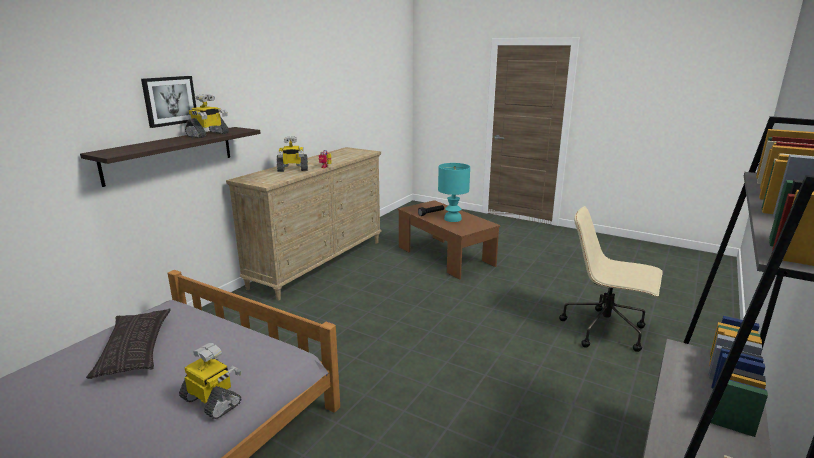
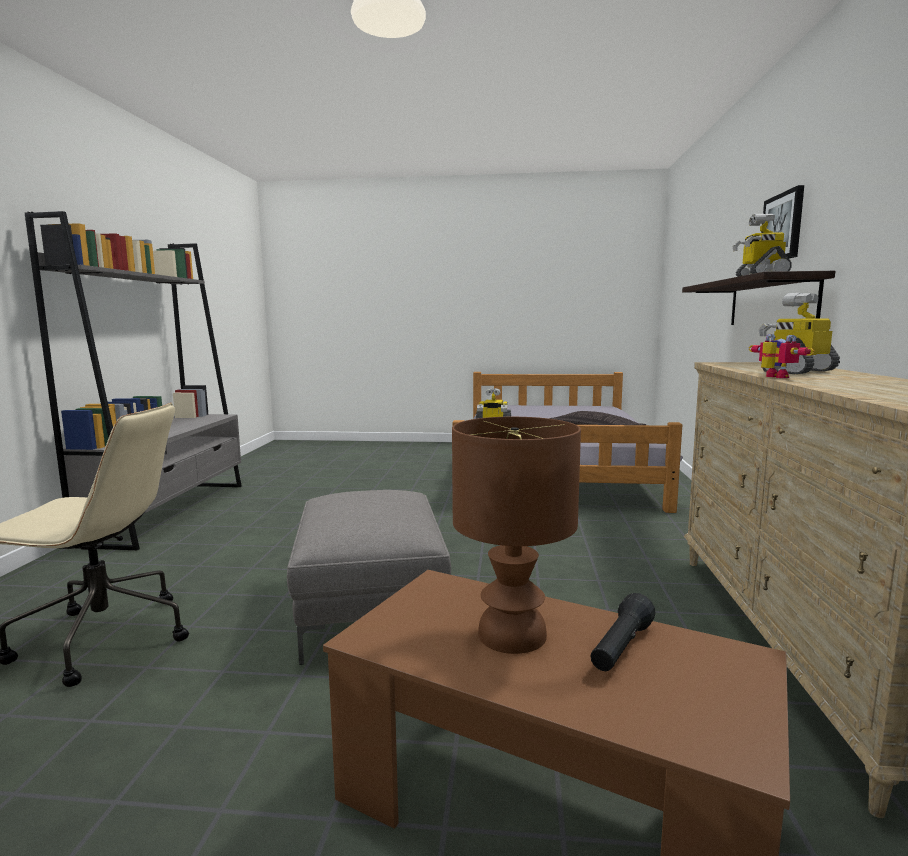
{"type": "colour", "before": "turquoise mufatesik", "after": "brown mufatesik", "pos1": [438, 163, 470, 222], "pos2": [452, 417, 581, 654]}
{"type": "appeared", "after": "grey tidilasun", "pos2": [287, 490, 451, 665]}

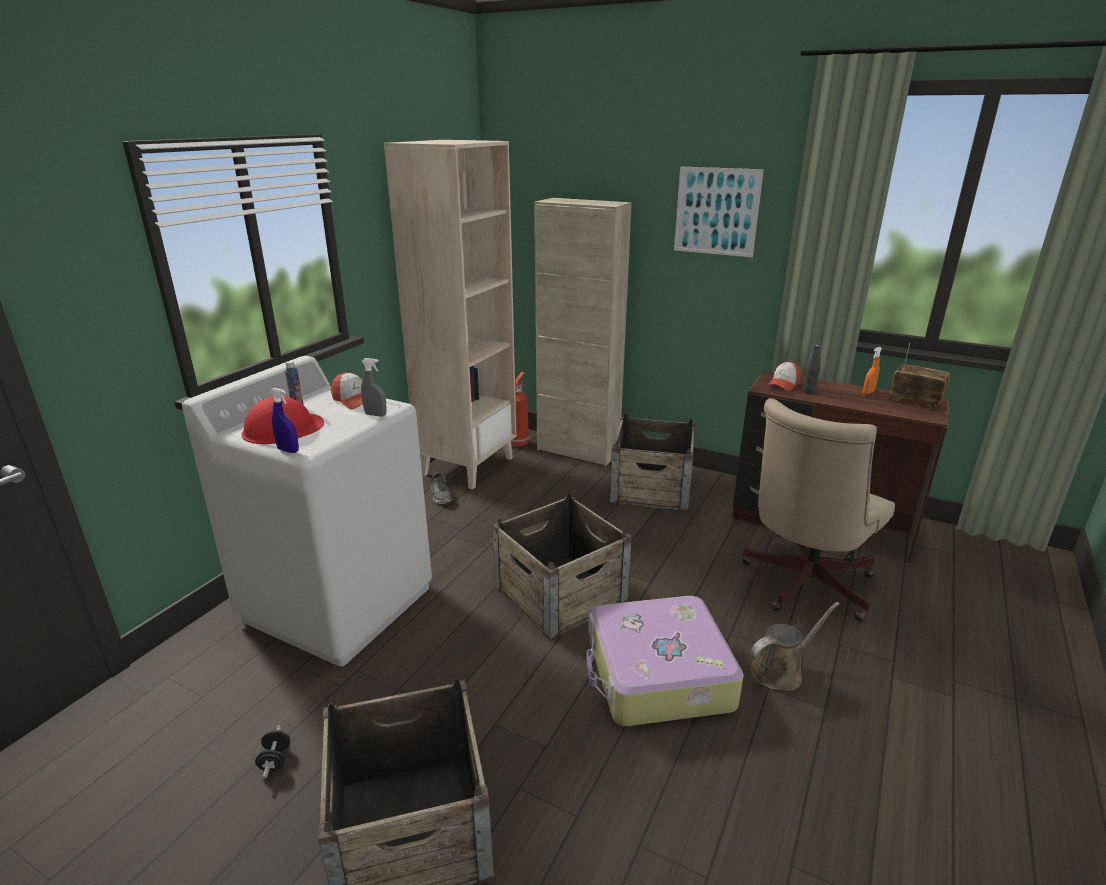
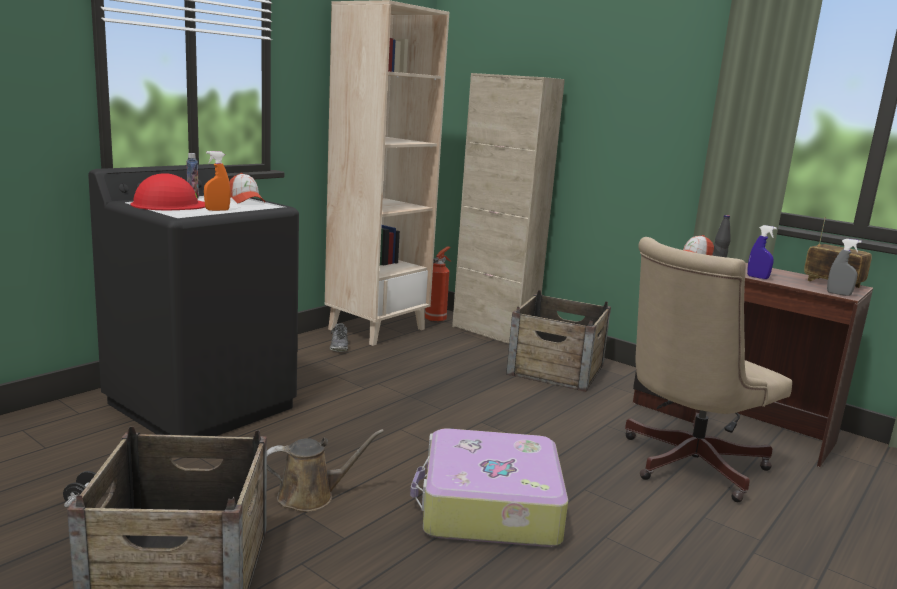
{"type": "colour", "before": "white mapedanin", "after": "black mapedanin", "pos1": [182, 356, 432, 667], "pos2": [88, 164, 299, 436]}
{"type": "relocated", "before": "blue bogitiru", "pos1": [270, 388, 299, 453], "pos2": [747, 225, 777, 279]}
{"type": "relocated", "before": "grey bogitiru", "pos1": [361, 358, 387, 417], "pos2": [827, 239, 862, 296]}
{"type": "missing", "before": "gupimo", "pos1": [492, 493, 632, 641]}
{"type": "missing", "before": "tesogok", "pos1": [674, 167, 764, 257]}
{"type": "relocated", "before": "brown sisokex", "pos1": [751, 602, 840, 691], "pos2": [267, 429, 384, 512]}
{"type": "relocated", "before": "orange bogitiru", "pos1": [863, 347, 882, 394], "pos2": [204, 151, 231, 211]}

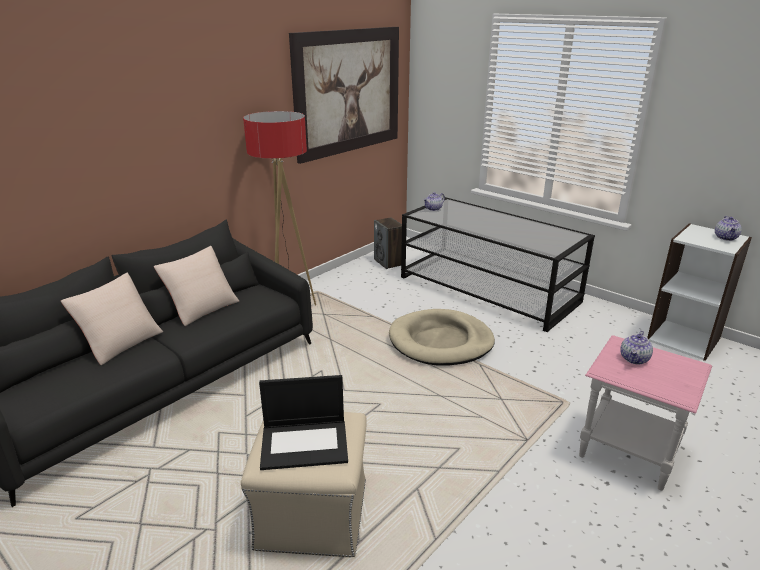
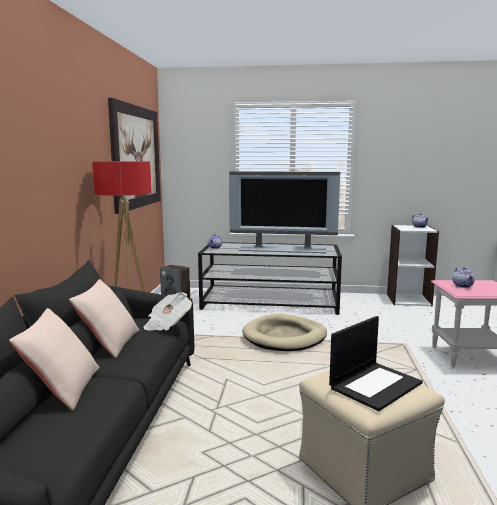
{"type": "appeared", "after": "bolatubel", "pos2": [143, 292, 192, 331]}
{"type": "appeared", "after": "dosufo", "pos2": [229, 171, 340, 253]}

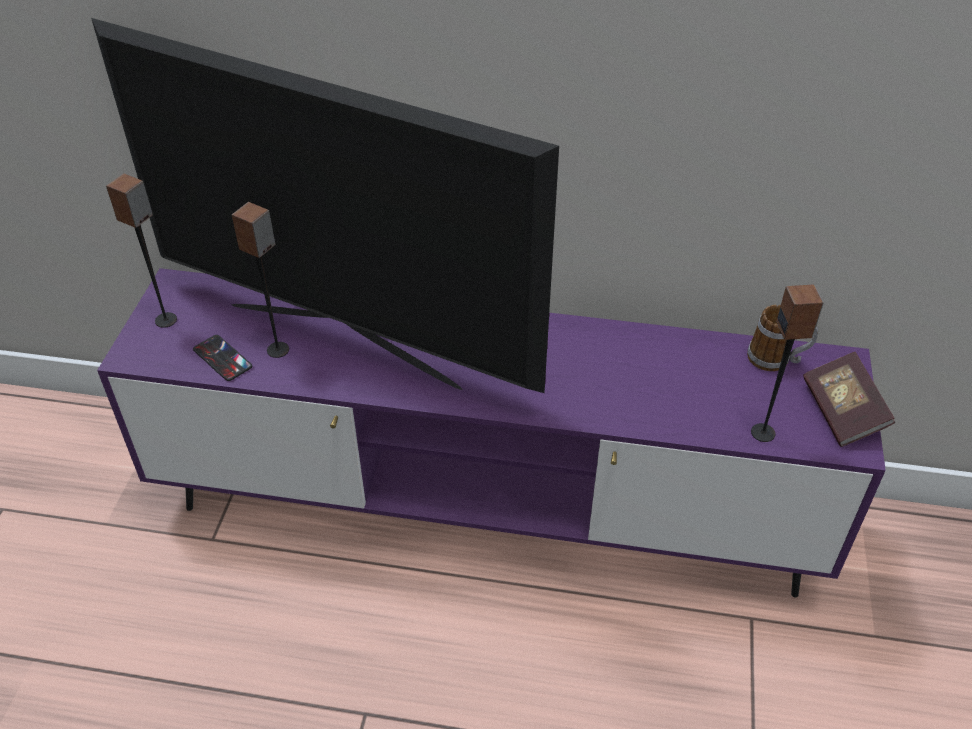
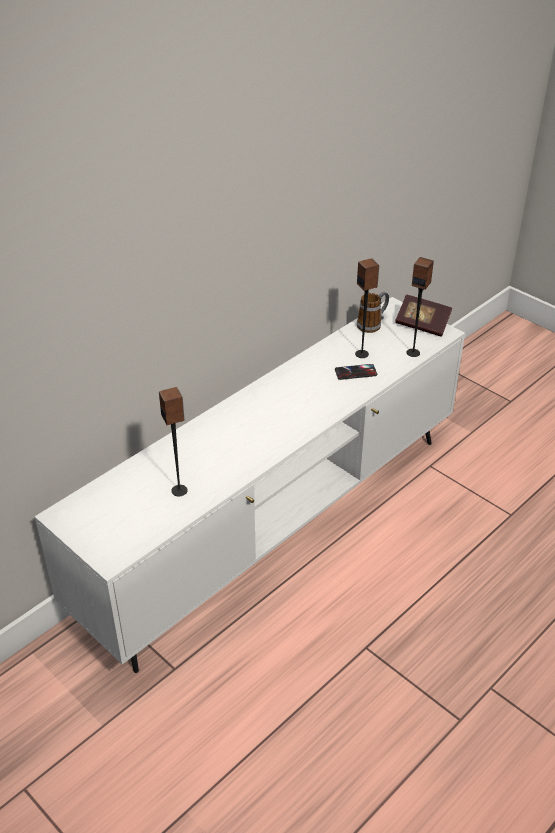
{"type": "missing", "before": "dosufo", "pos1": [91, 18, 559, 393]}
{"type": "colour", "before": "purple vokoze", "after": "white vokoze", "pos1": [97, 268, 886, 597], "pos2": [35, 297, 465, 673]}
{"type": "relocated", "before": "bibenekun", "pos1": [106, 173, 177, 328], "pos2": [355, 258, 379, 358]}
{"type": "relocated", "before": "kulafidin", "pos1": [193, 335, 252, 381], "pos2": [335, 364, 377, 380]}

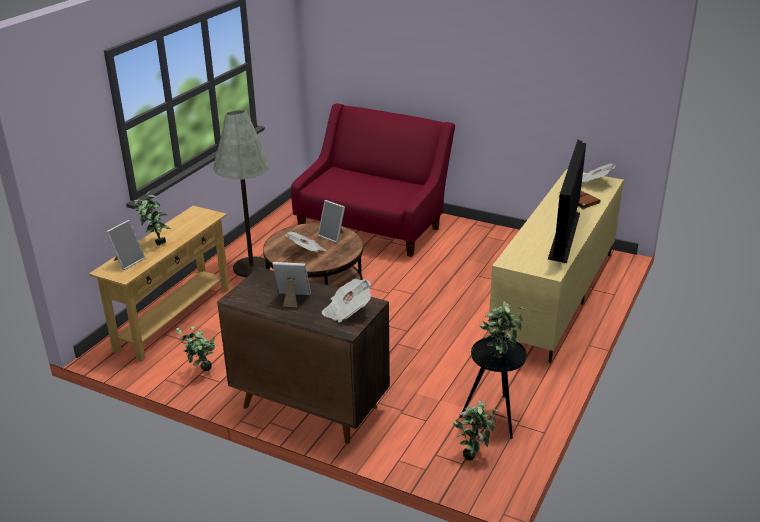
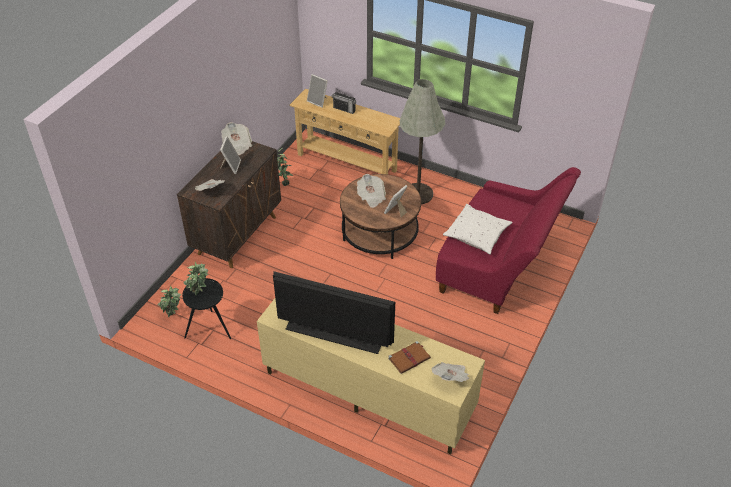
{"type": "exchanged", "before": "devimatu", "after": "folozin", "pos1": [134, 189, 171, 245], "pos2": [332, 89, 356, 114]}
{"type": "appeared", "after": "bolatubel", "pos2": [221, 122, 252, 155]}
{"type": "appeared", "after": "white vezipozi", "pos2": [443, 204, 513, 255]}

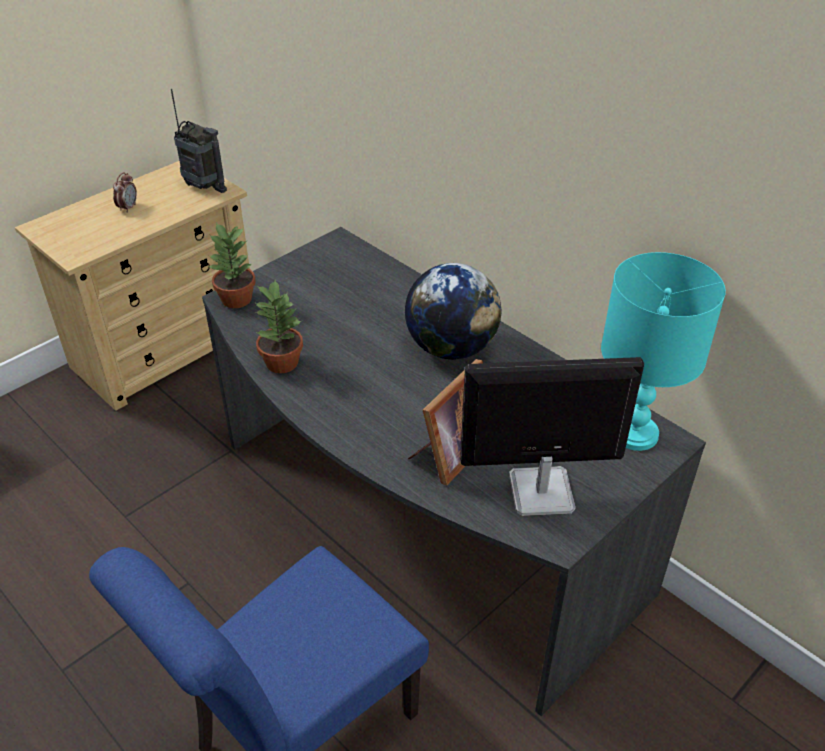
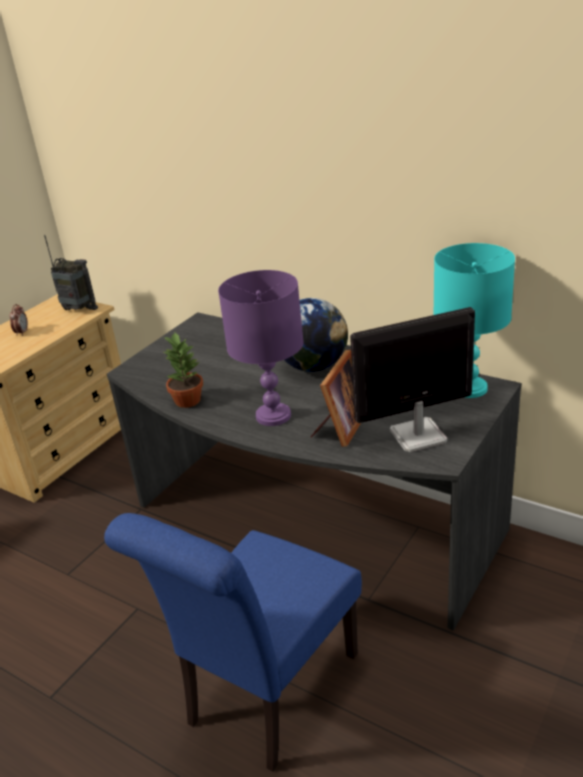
{"type": "missing", "before": "devimatu", "pos1": [207, 223, 256, 308]}
{"type": "appeared", "after": "purple mufatesik", "pos2": [218, 270, 304, 426]}

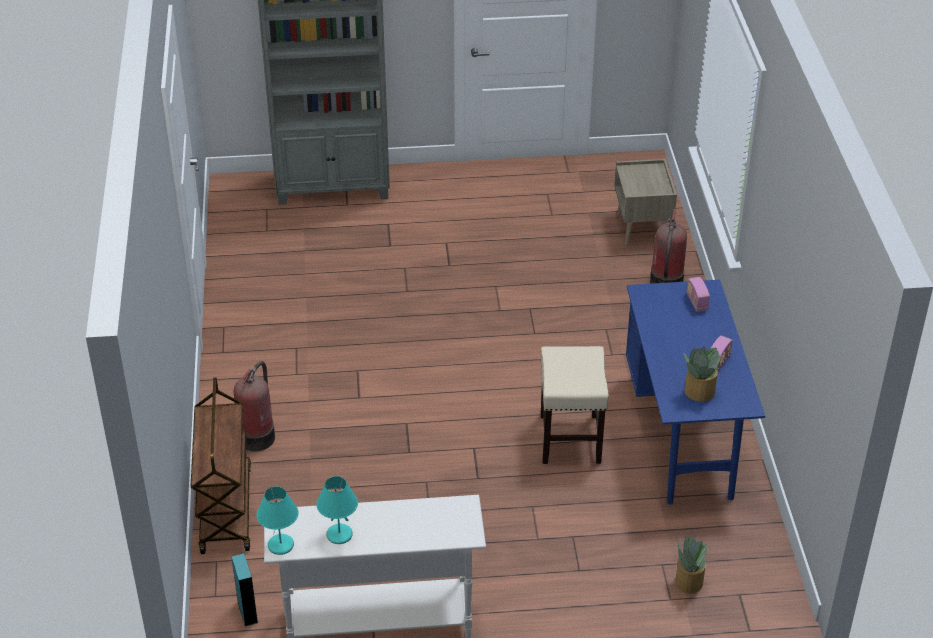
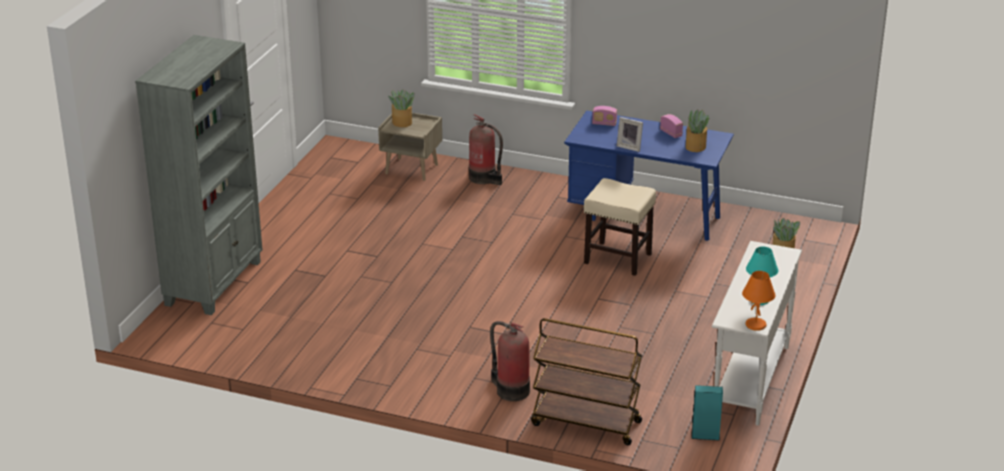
{"type": "colour", "before": "turquoise mufatesik", "after": "orange mufatesik", "pos1": [256, 486, 299, 555], "pos2": [742, 271, 775, 331]}
{"type": "appeared", "after": "devimatu", "pos2": [388, 89, 415, 127]}
{"type": "appeared", "after": "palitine", "pos2": [617, 117, 643, 152]}

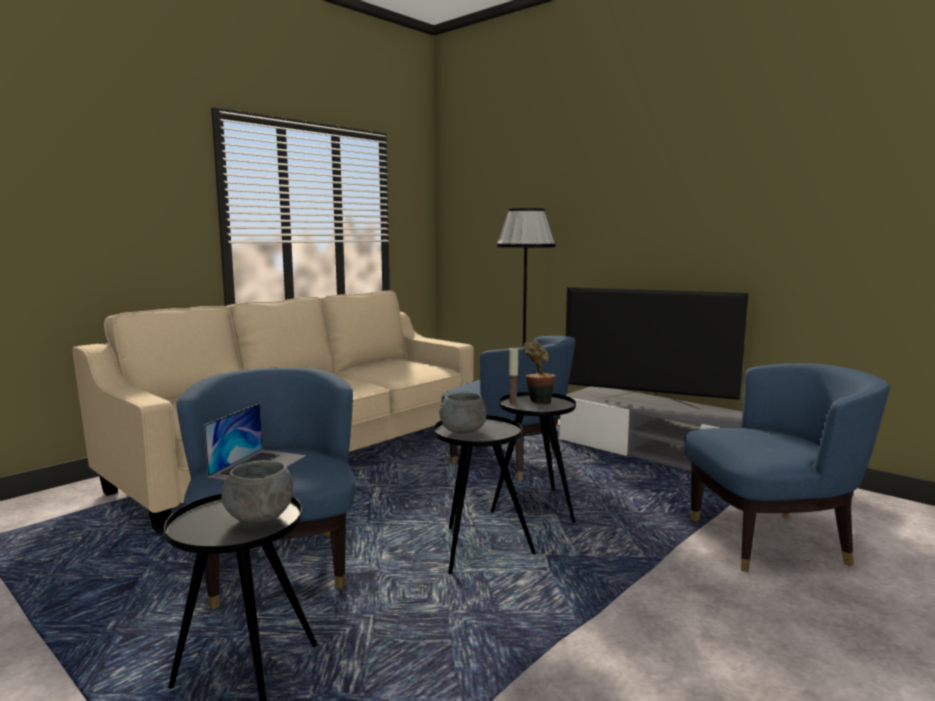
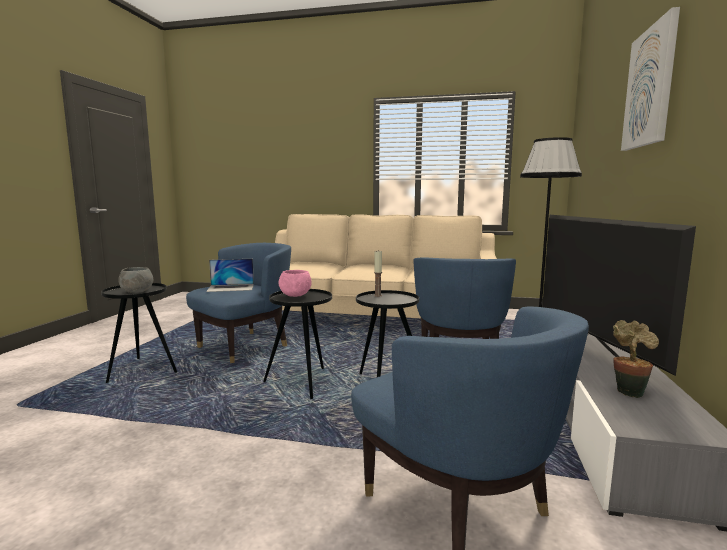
{"type": "colour", "before": "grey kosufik", "after": "pink kosufik", "pos1": [440, 392, 487, 433], "pos2": [278, 270, 311, 297]}
{"type": "relocated", "before": "devimatu", "pos1": [523, 341, 555, 405], "pos2": [613, 320, 659, 398]}
{"type": "appeared", "after": "tesogok", "pos2": [621, 7, 680, 151]}

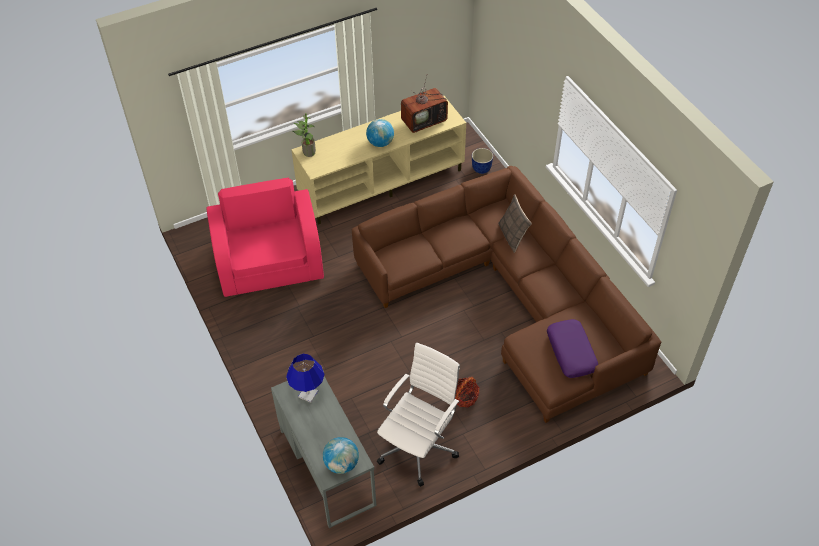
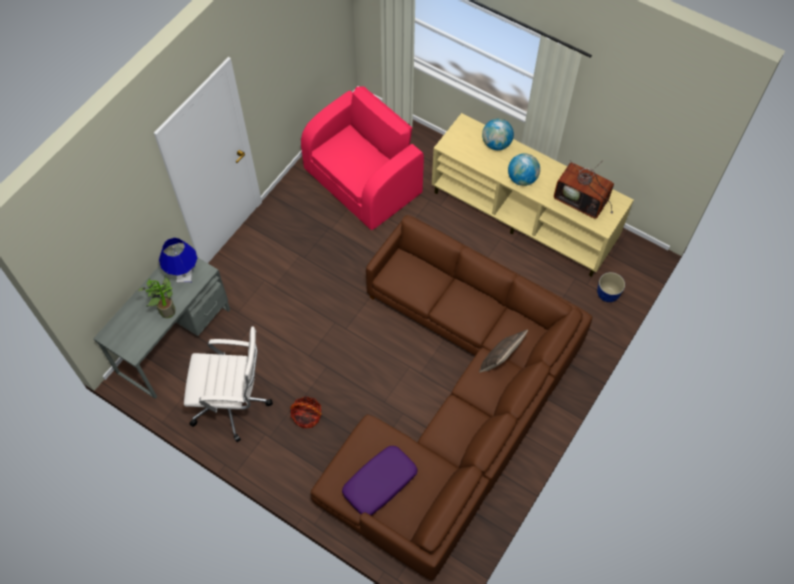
{"type": "relocated", "before": "devimatu", "pos1": [293, 113, 316, 157], "pos2": [137, 275, 175, 318]}
{"type": "relocated", "before": "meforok", "pos1": [323, 437, 359, 474], "pos2": [482, 119, 514, 150]}

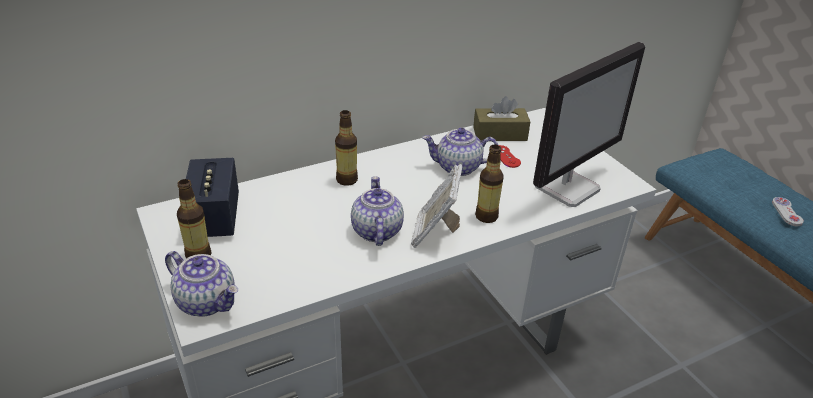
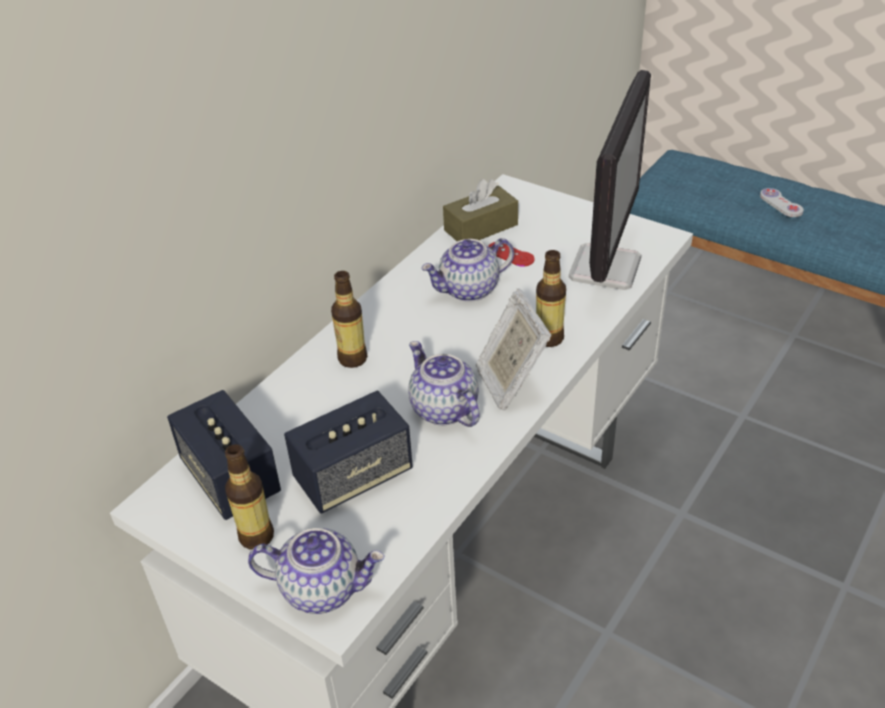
{"type": "appeared", "after": "bibenekun", "pos2": [284, 391, 413, 513]}

